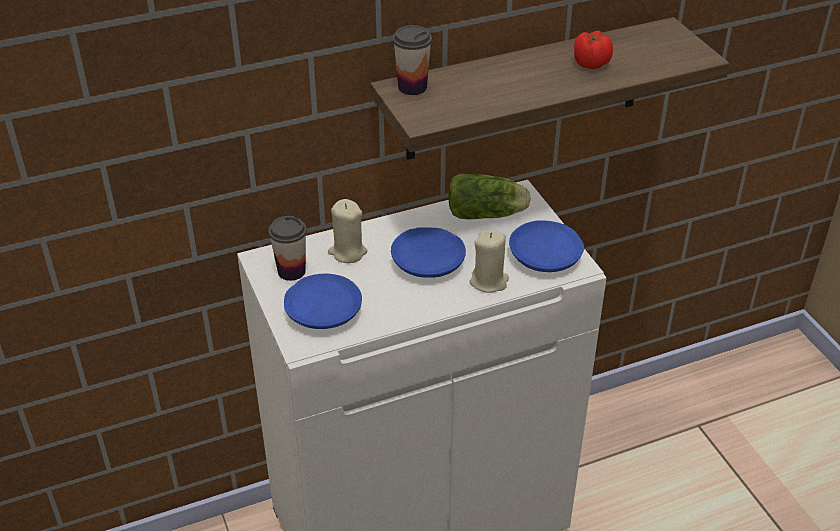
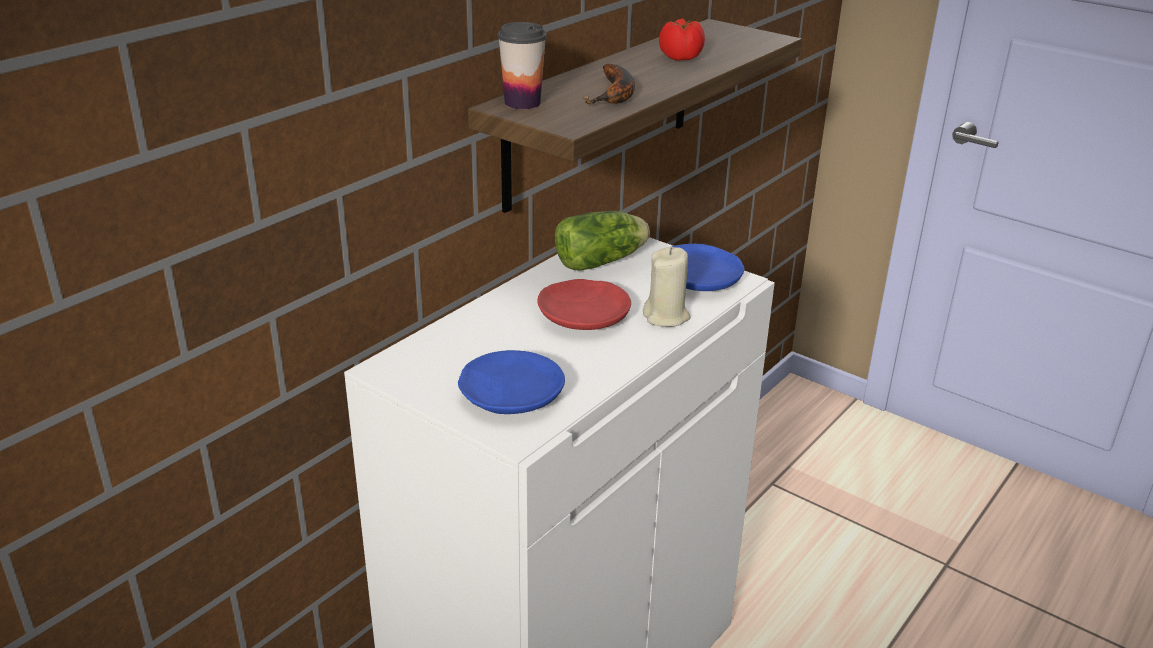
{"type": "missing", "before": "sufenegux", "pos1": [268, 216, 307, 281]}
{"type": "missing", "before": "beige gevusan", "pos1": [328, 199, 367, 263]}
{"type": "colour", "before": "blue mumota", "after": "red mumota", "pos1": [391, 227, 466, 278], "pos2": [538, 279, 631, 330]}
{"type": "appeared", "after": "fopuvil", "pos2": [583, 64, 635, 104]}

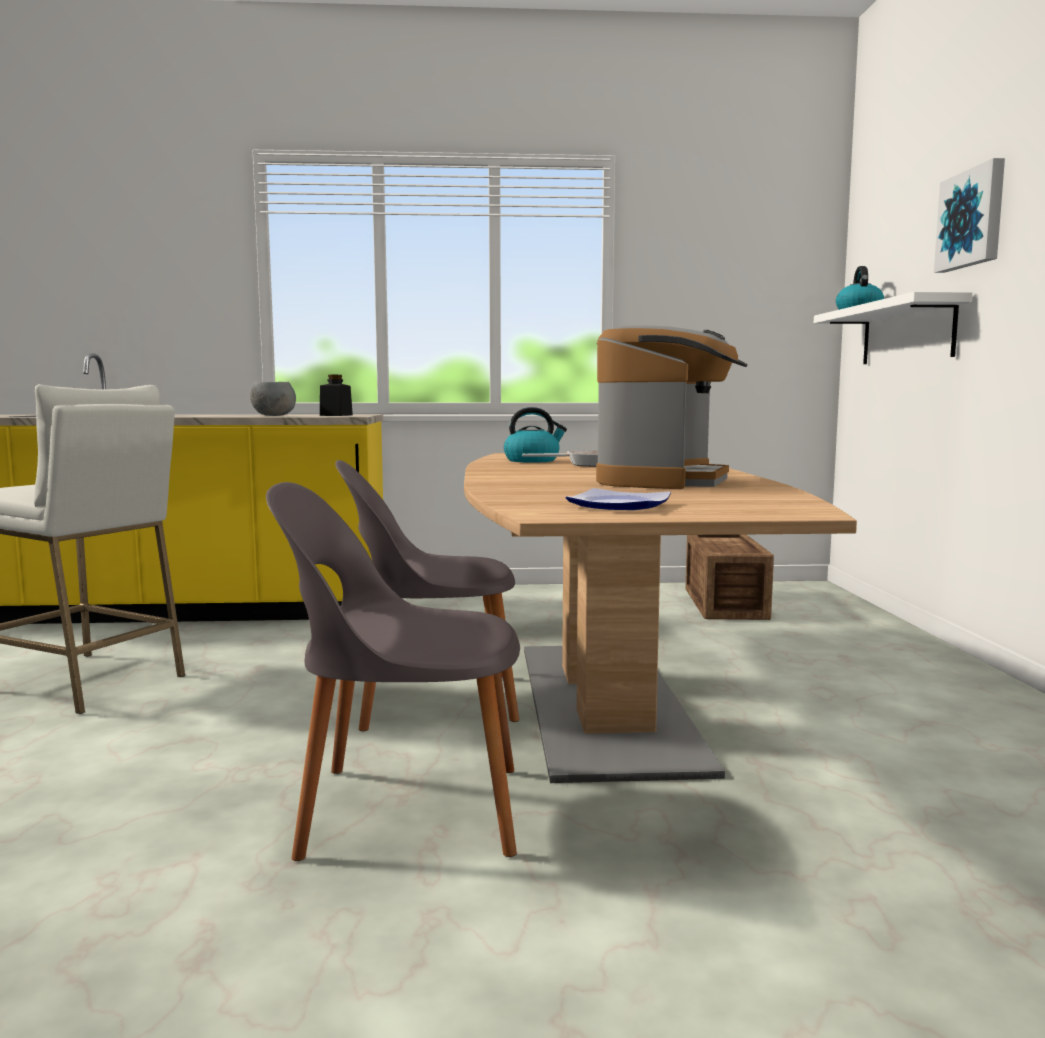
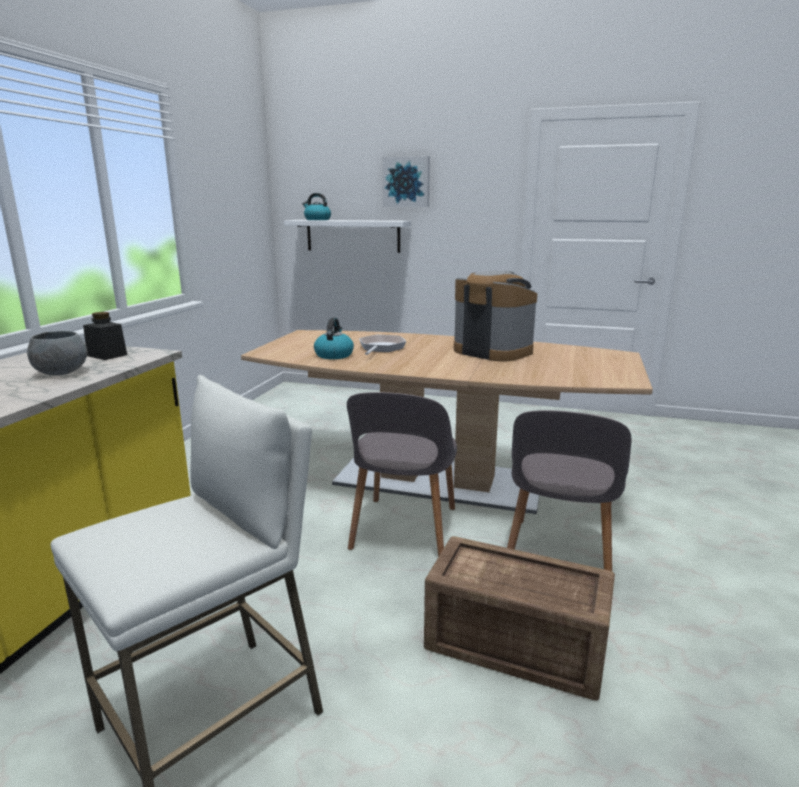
{"type": "missing", "before": "mumota", "pos1": [566, 488, 671, 510]}
{"type": "relocated", "before": "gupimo", "pos1": [685, 534, 774, 620], "pos2": [424, 536, 615, 701]}

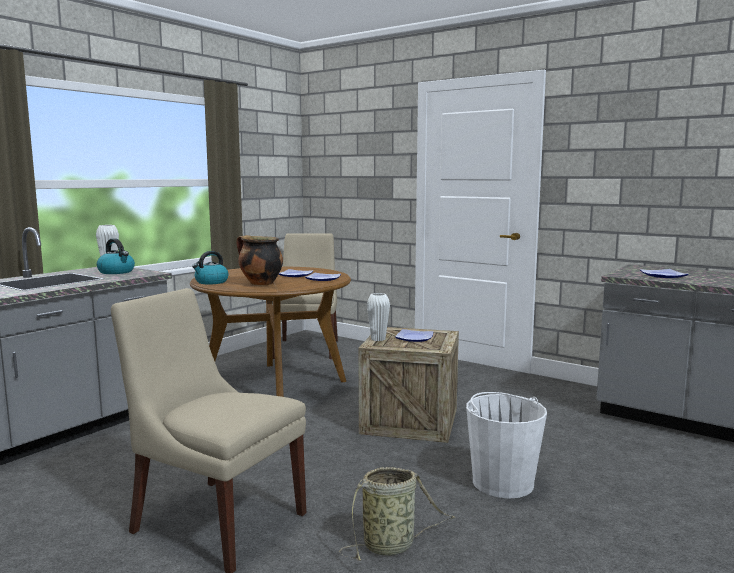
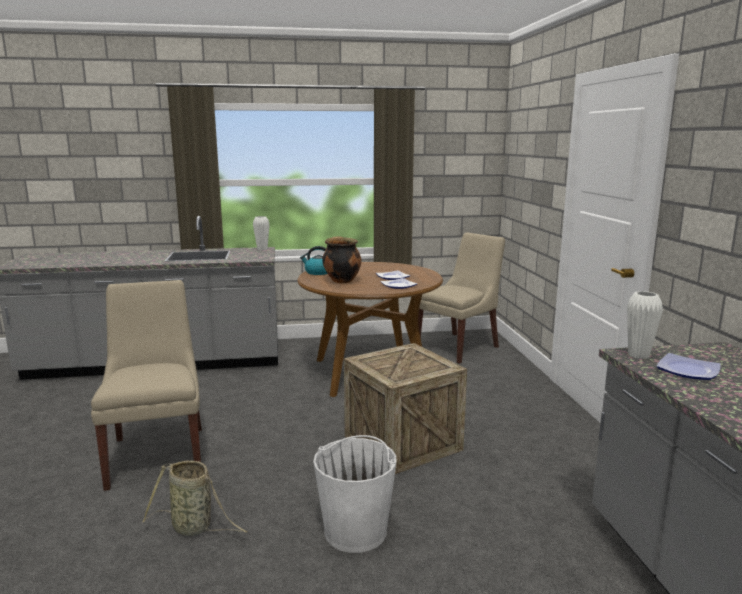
{"type": "missing", "before": "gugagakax", "pos1": [97, 238, 135, 274]}
{"type": "relocated", "before": "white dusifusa", "pos1": [367, 293, 390, 341], "pos2": [627, 291, 663, 359]}
{"type": "missing", "before": "mumota", "pos1": [395, 329, 433, 342]}

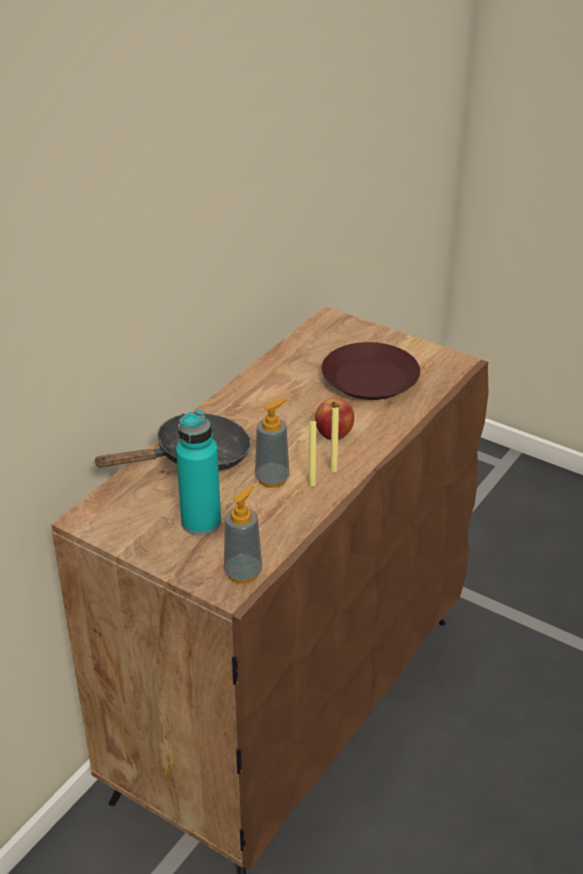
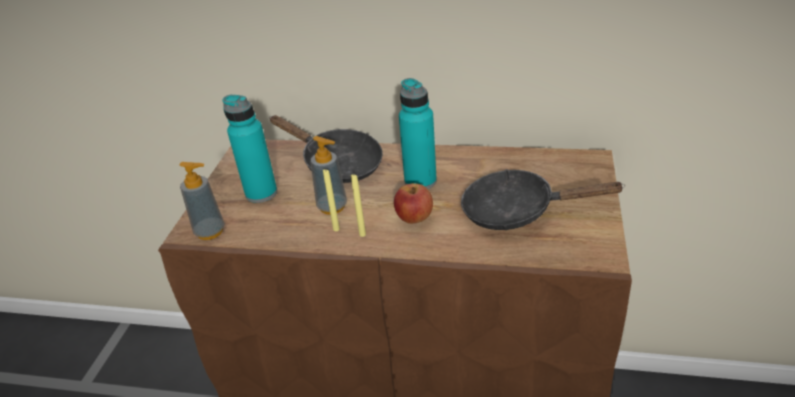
{"type": "exchanged", "before": "brown mumota", "after": "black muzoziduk", "pos1": [322, 342, 420, 400], "pos2": [461, 169, 625, 230]}
{"type": "appeared", "after": "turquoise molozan", "pos2": [399, 78, 437, 189]}

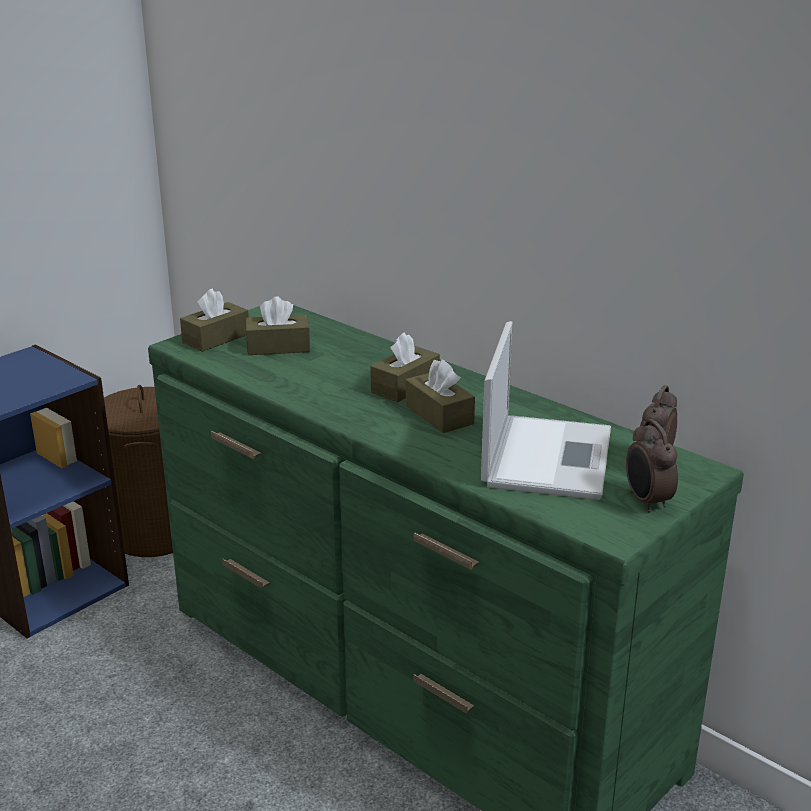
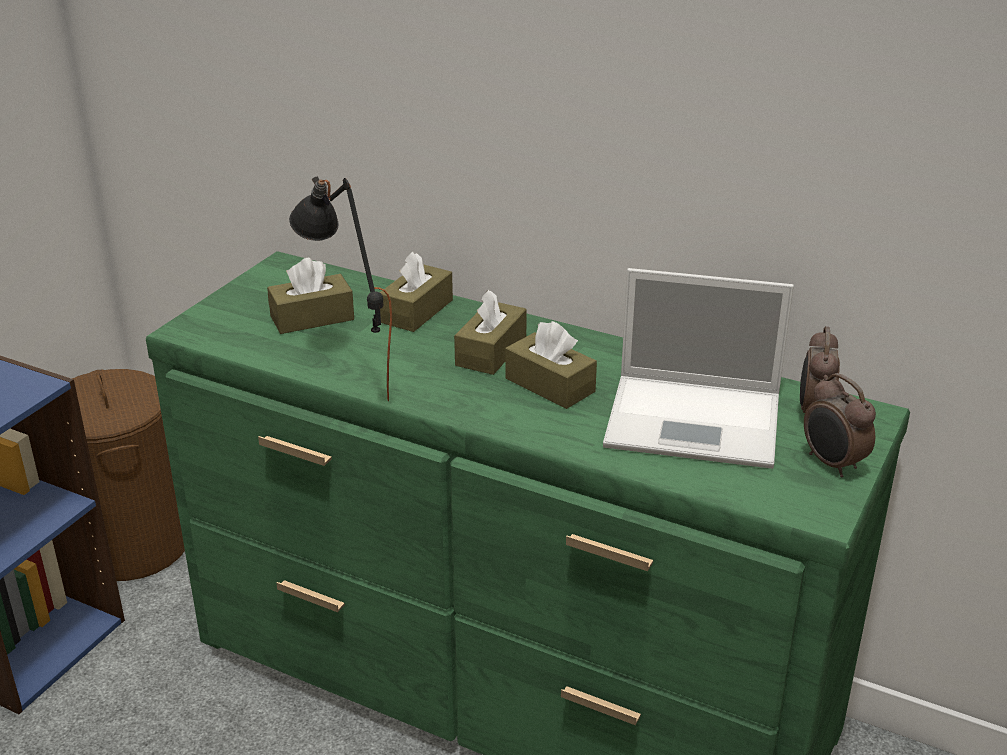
{"type": "relocated", "before": "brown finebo", "pos1": [180, 289, 249, 352], "pos2": [380, 252, 453, 332]}
{"type": "spun", "before": "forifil", "pos1": [481, 321, 611, 500], "pos2": [603, 268, 794, 469], "turn": 105}
{"type": "appeared", "after": "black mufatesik", "pos2": [289, 177, 392, 401]}

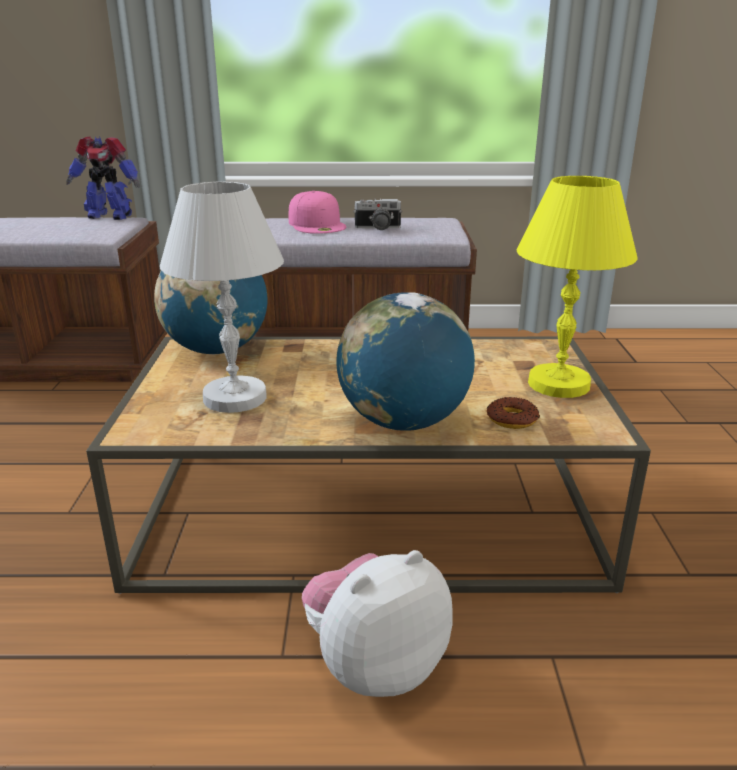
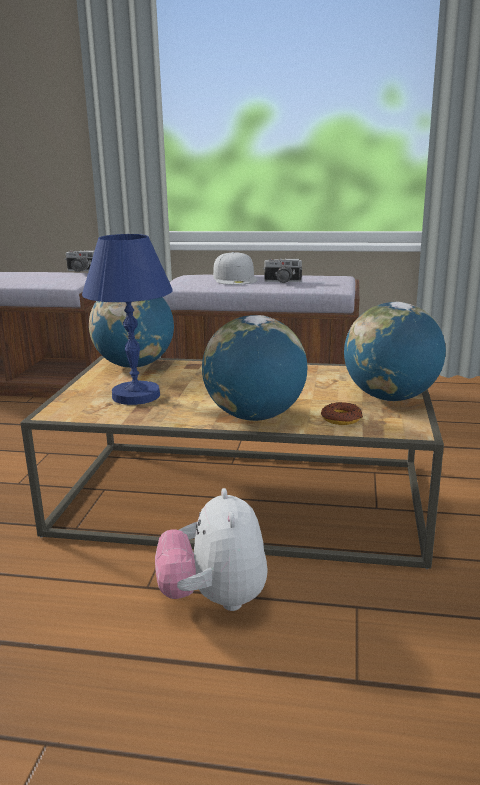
{"type": "exchanged", "before": "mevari", "after": "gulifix", "pos1": [66, 136, 140, 220], "pos2": [65, 250, 94, 272]}
{"type": "colour", "before": "white mufatesik", "after": "blue mufatesik", "pos1": [160, 182, 284, 413], "pos2": [82, 234, 173, 405]}
{"type": "colour", "before": "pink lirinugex", "after": "white lirinugex", "pos1": [289, 191, 346, 234], "pos2": [213, 252, 257, 285]}
{"type": "spun", "before": "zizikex", "pos1": [302, 550, 453, 697], "pos2": [155, 488, 267, 611], "turn": -75}
{"type": "exchanged", "before": "yellow mufatesik", "after": "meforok", "pos1": [516, 176, 638, 398], "pos2": [344, 302, 446, 401]}

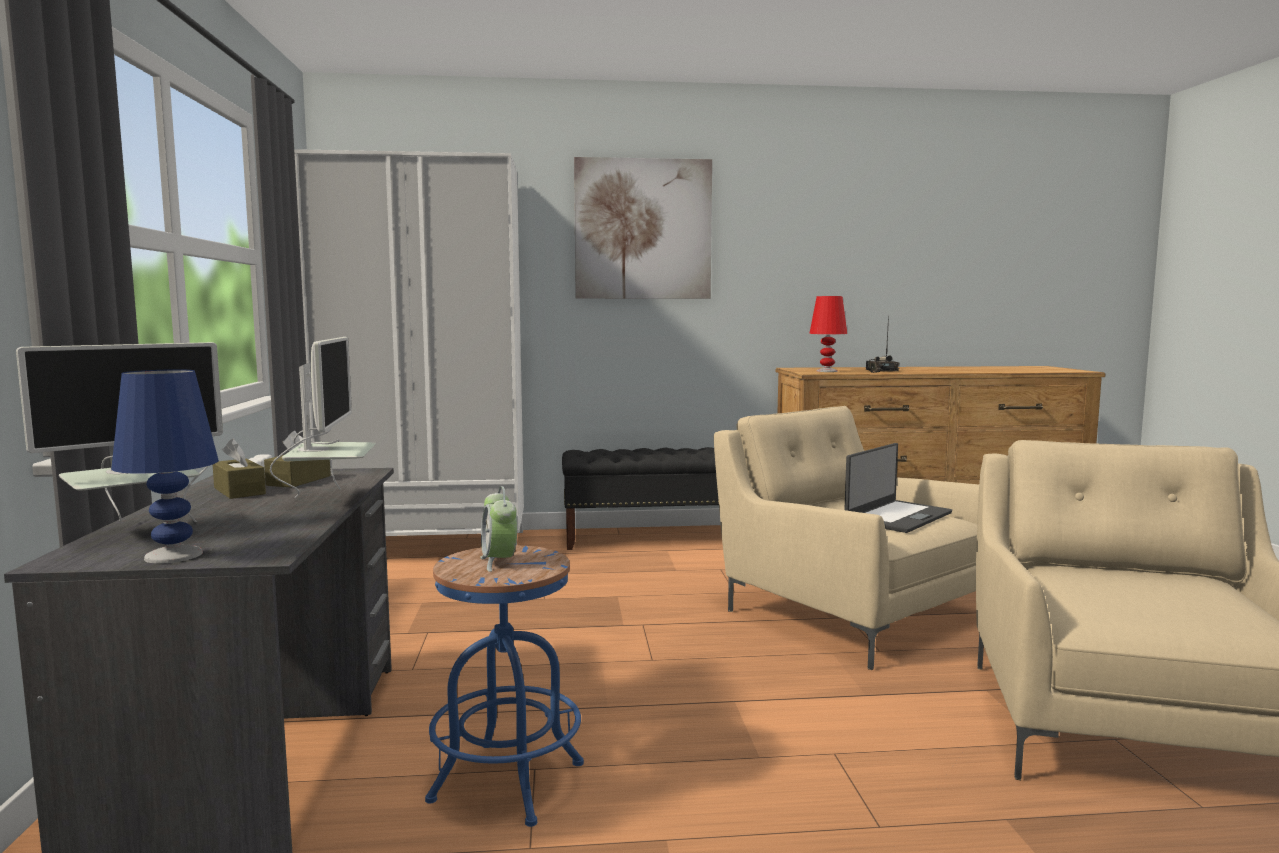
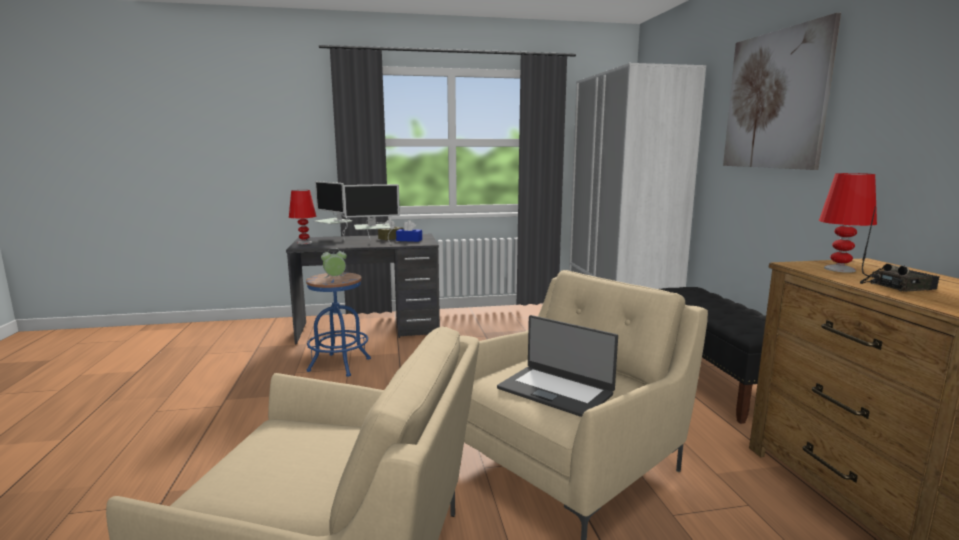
{"type": "colour", "before": "blue mufatesik", "after": "red mufatesik", "pos1": [111, 369, 219, 564], "pos2": [289, 190, 316, 244]}
{"type": "colour", "before": "brown finebo", "after": "blue finebo", "pos1": [264, 431, 331, 488], "pos2": [396, 220, 422, 242]}

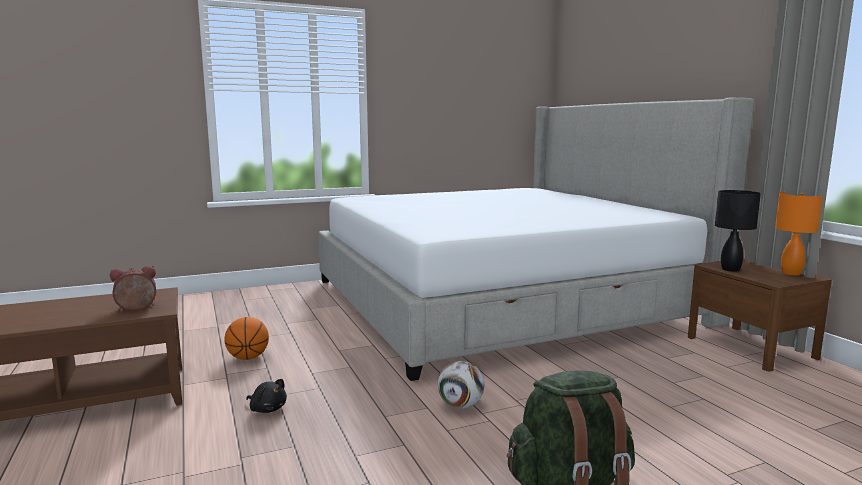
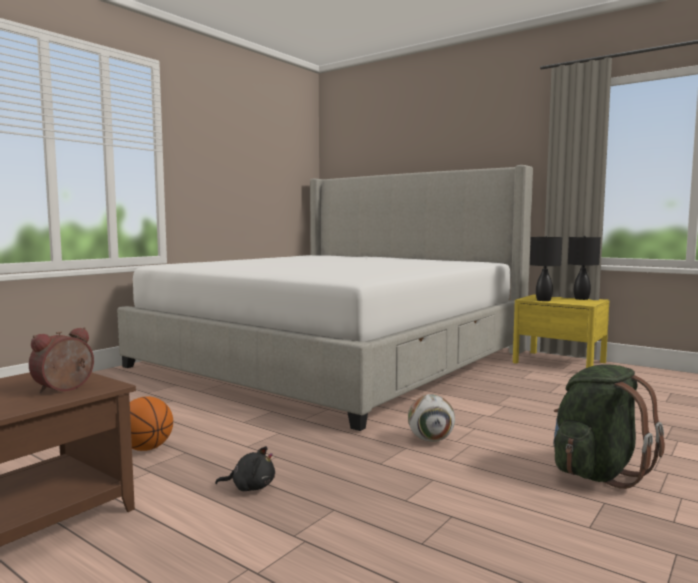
{"type": "colour", "before": "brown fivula", "after": "yellow fivula", "pos1": [688, 258, 832, 371], "pos2": [513, 294, 609, 368]}
{"type": "colour", "before": "orange mufatesik", "after": "black mufatesik", "pos1": [775, 192, 823, 275], "pos2": [568, 236, 601, 300]}

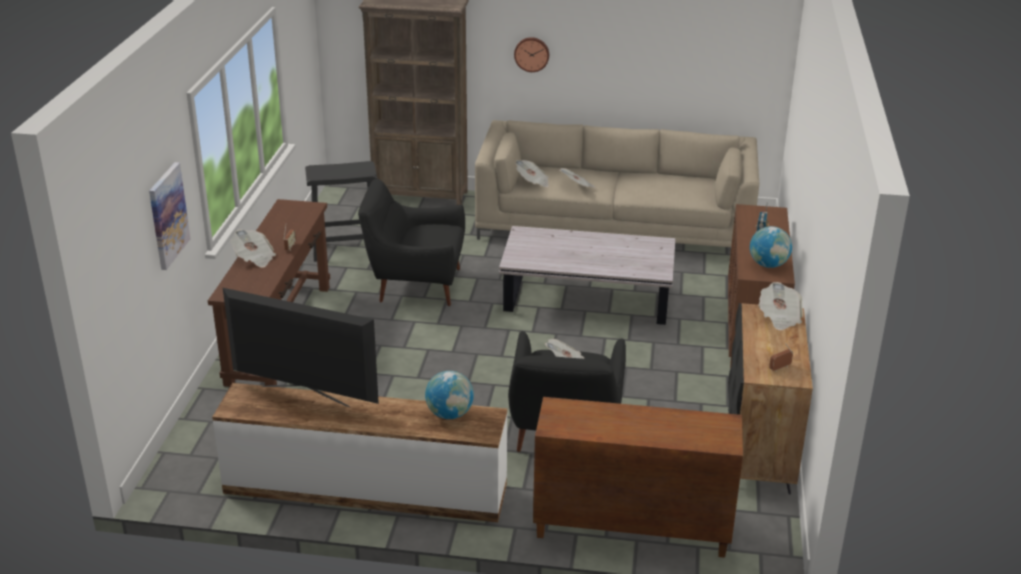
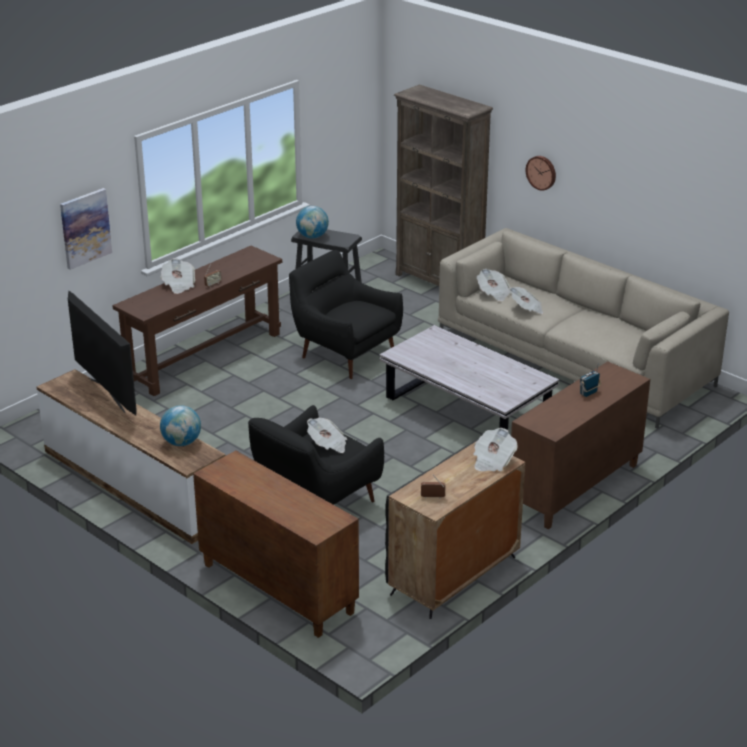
{"type": "relocated", "before": "meforok", "pos1": [750, 226, 792, 268], "pos2": [296, 206, 329, 239]}

